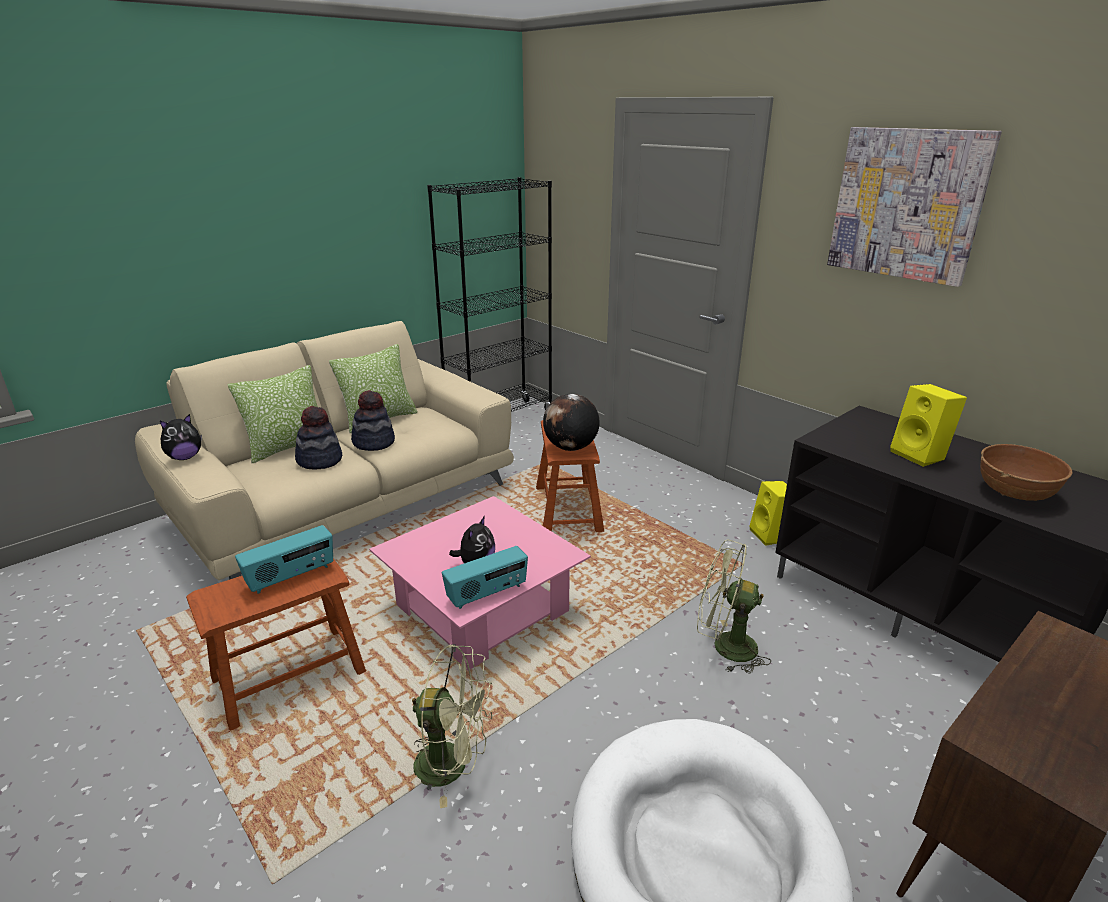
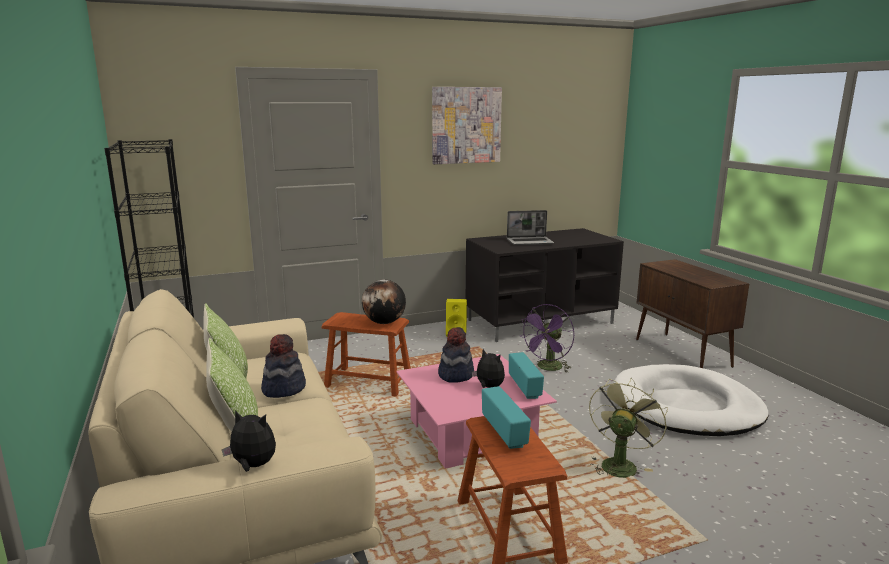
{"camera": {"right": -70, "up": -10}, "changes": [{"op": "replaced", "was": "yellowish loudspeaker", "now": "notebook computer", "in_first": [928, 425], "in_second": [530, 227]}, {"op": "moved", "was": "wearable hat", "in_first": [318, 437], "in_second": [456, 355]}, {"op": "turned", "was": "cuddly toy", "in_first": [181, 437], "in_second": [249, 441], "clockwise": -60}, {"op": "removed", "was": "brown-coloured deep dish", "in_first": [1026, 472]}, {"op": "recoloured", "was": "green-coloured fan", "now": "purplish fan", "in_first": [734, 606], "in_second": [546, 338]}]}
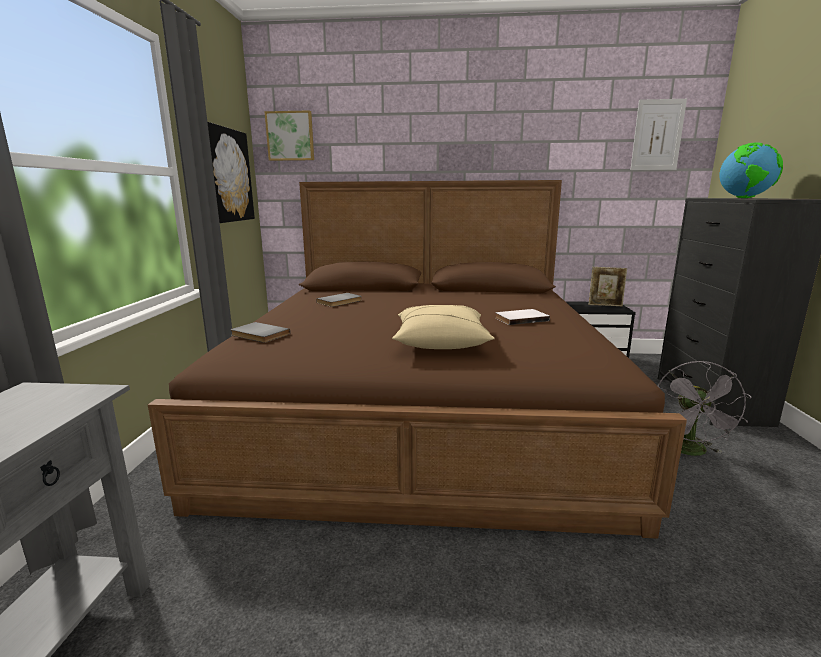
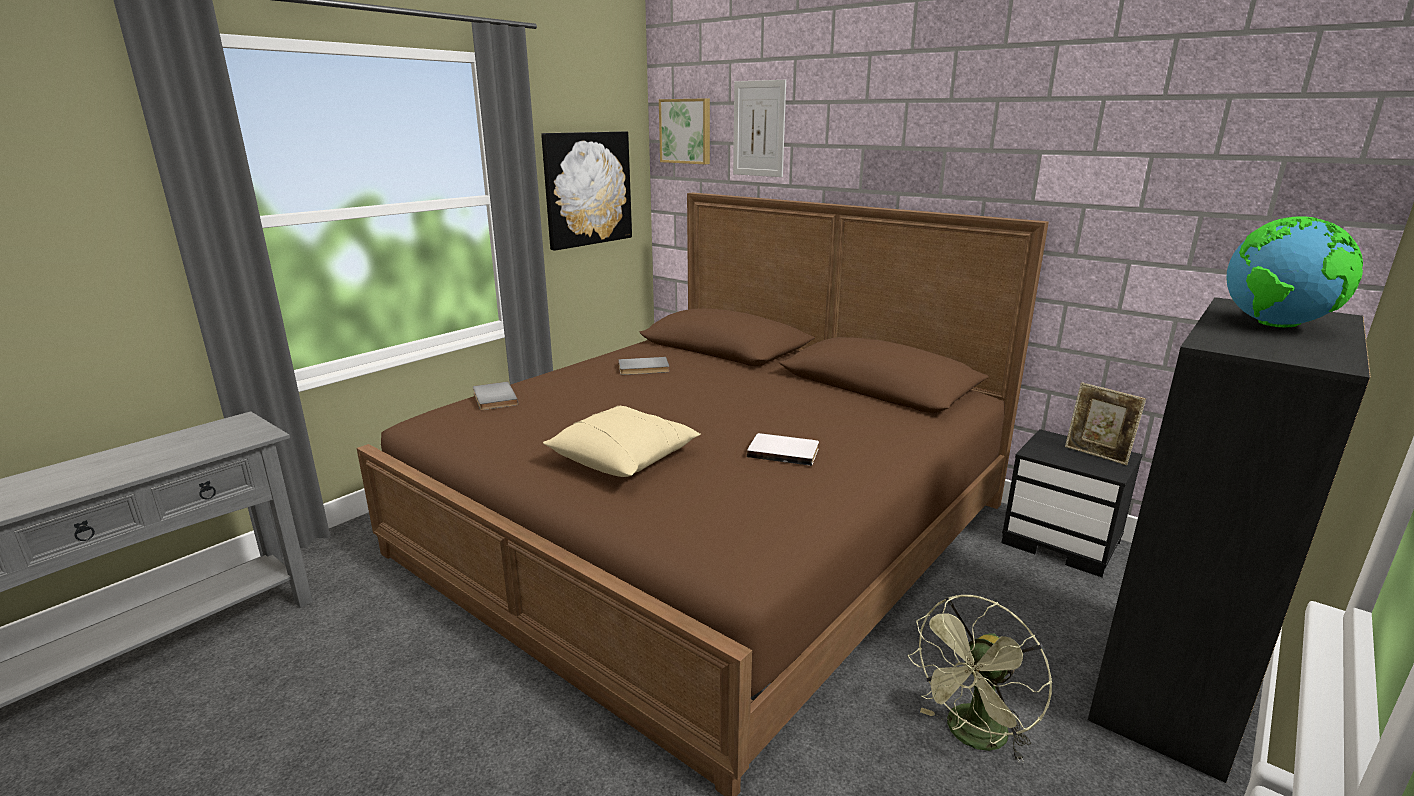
{"camera": {"right": 35, "up": 5}, "changes": [{"op": "moved", "was": "wall art", "in_first": [658, 134], "in_second": [759, 128]}, {"op": "recoloured", "was": "gray fan", "now": "green-coloured fan", "in_first": [704, 408], "in_second": [980, 679]}]}
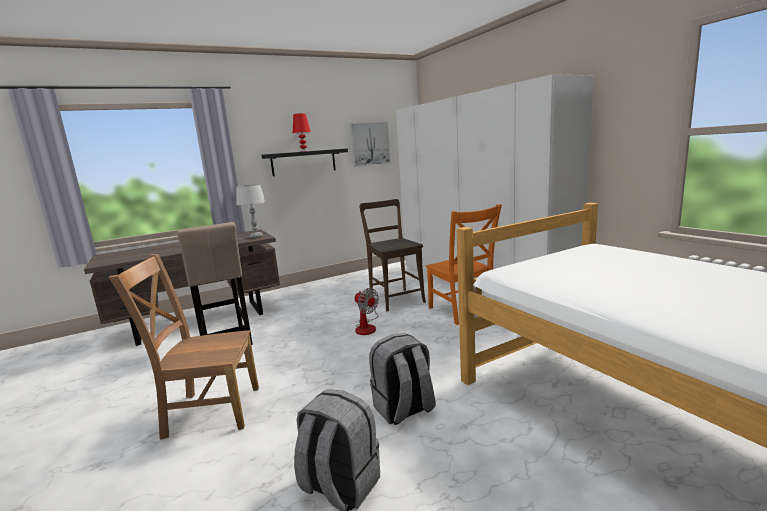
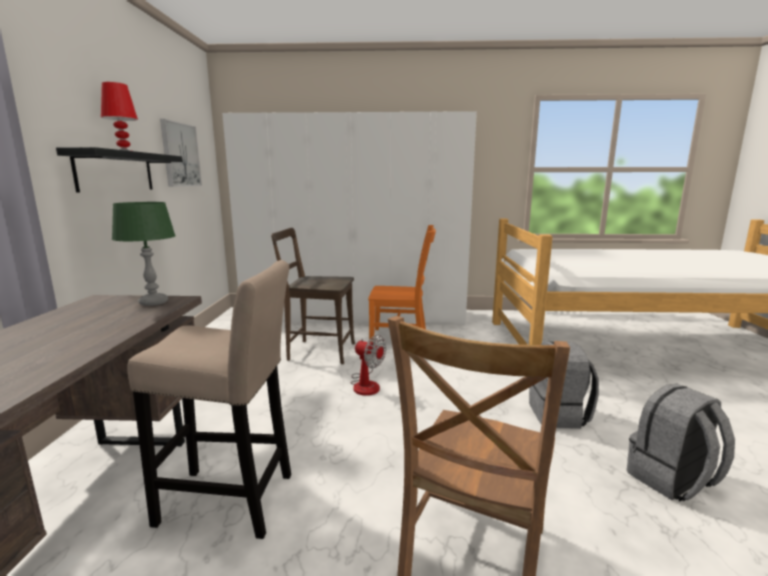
{"camera": {"right": -60, "up": 0}, "changes": [{"op": "recoloured", "was": "gray lamp for a table", "now": "green-coloured lamp for a table", "in_first": [251, 211], "in_second": [144, 254]}, {"op": "turned", "was": "fan", "in_first": [367, 311], "in_second": [368, 365], "clockwise": 45}]}
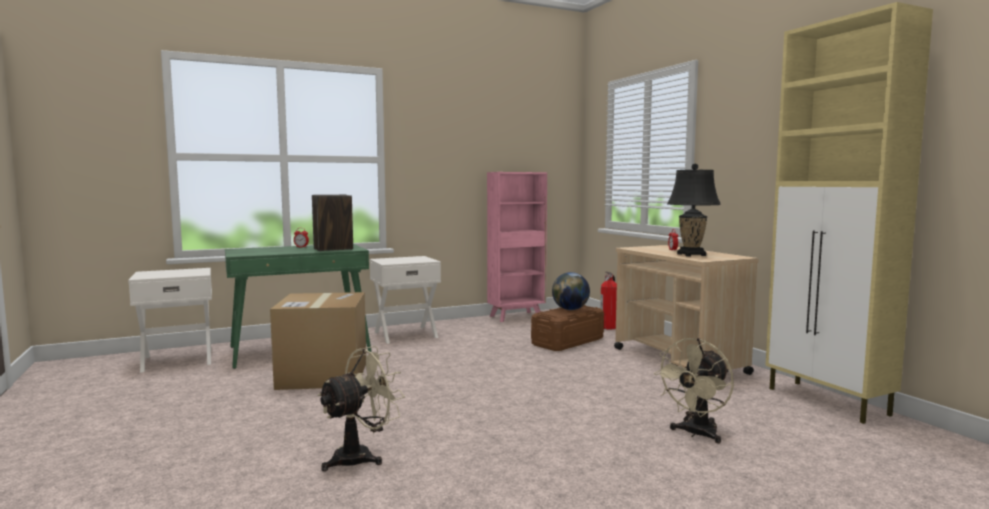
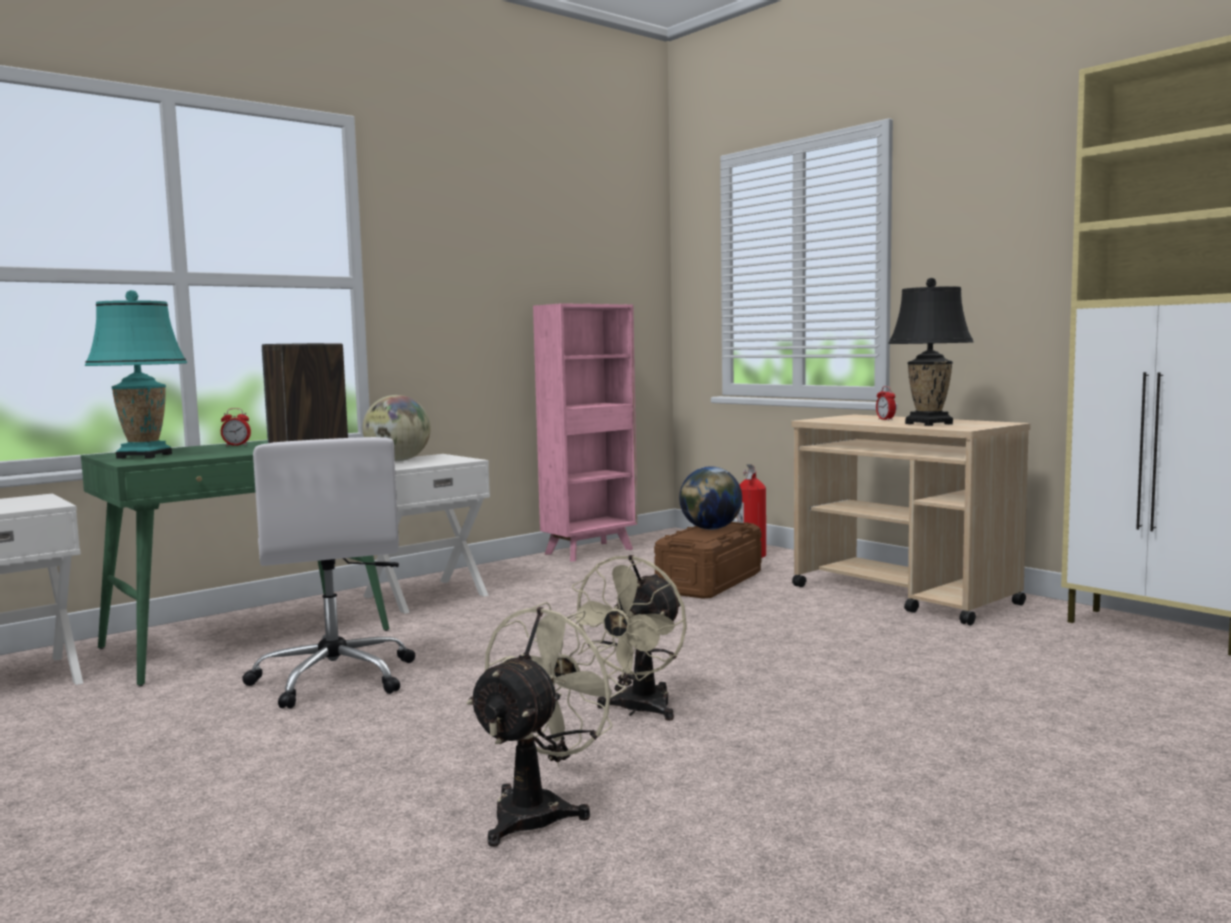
{"camera": {"right": -15, "up": 0}, "changes": [{"op": "replaced", "was": "carton", "now": "white computer chair", "in_first": [318, 341], "in_second": [328, 573]}, {"op": "moved", "was": "beige-coloured fan", "in_first": [694, 391], "in_second": [627, 638]}, {"op": "added", "now": "blue-green lamp for a table", "in_second": [136, 374]}, {"op": "added", "now": "world globe", "in_second": [397, 428]}]}
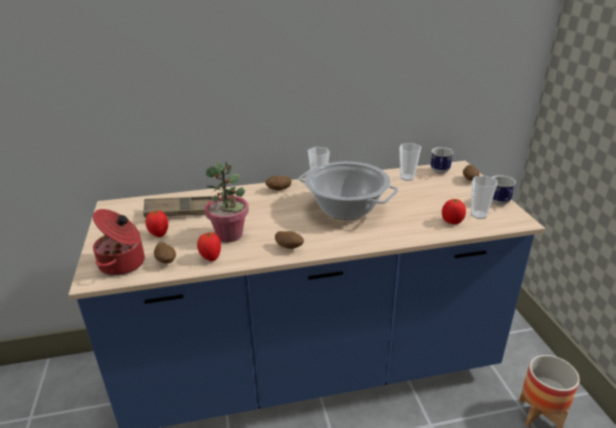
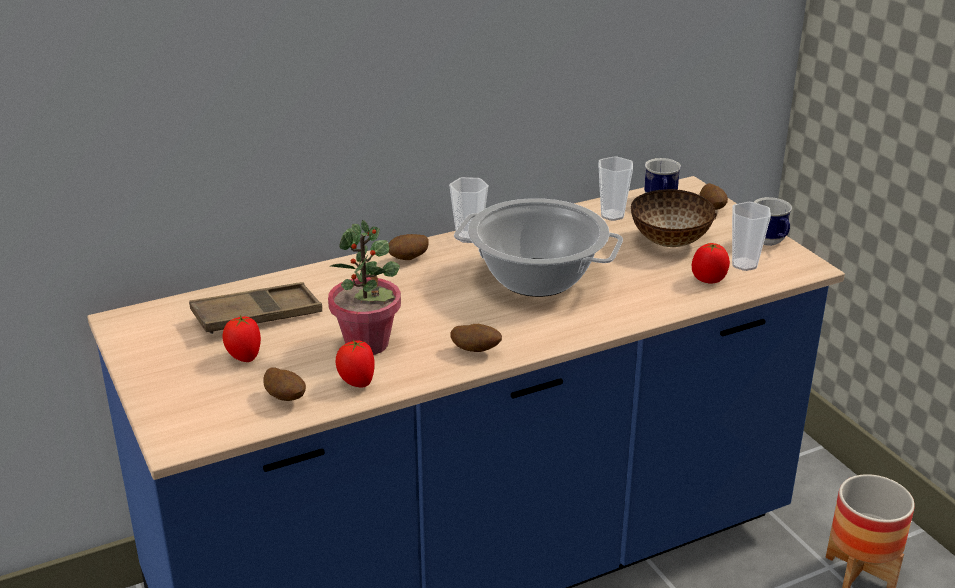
{"camera": {"right": -15, "up": 0}, "changes": [{"op": "removed", "was": "cooking pot", "in_first": [119, 242]}, {"op": "added", "now": "deep dish", "in_second": [673, 218]}]}
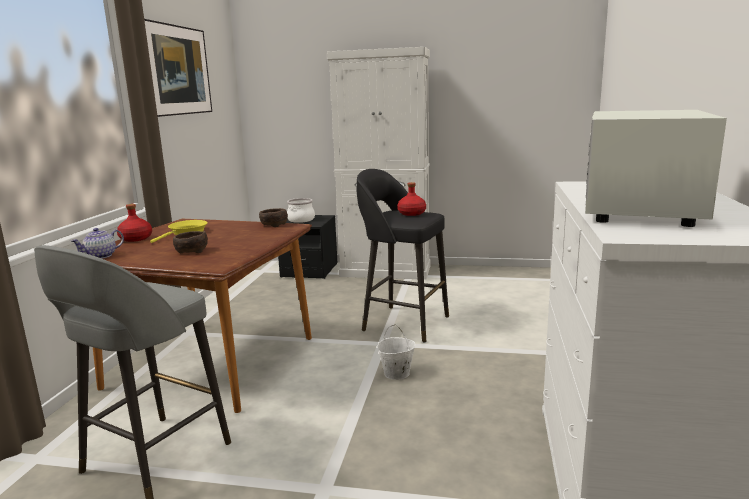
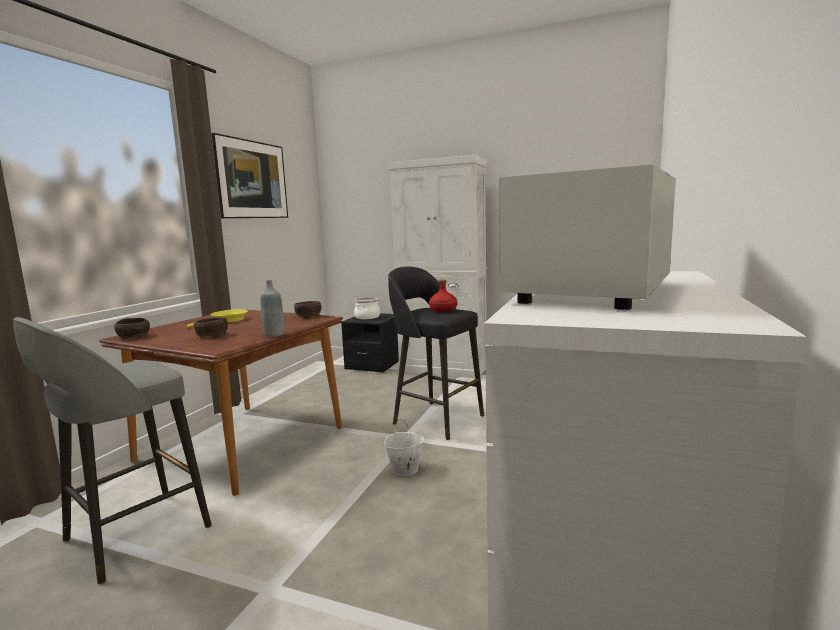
{"camera": {"right": 10, "up": -5}, "changes": [{"op": "removed", "was": "reddish bottle", "in_first": [134, 223]}, {"op": "replaced", "was": "teapot", "now": "brown-coloured deep dish", "in_first": [97, 243], "in_second": [132, 328]}, {"op": "added", "now": "gray bottle", "in_second": [272, 308]}]}
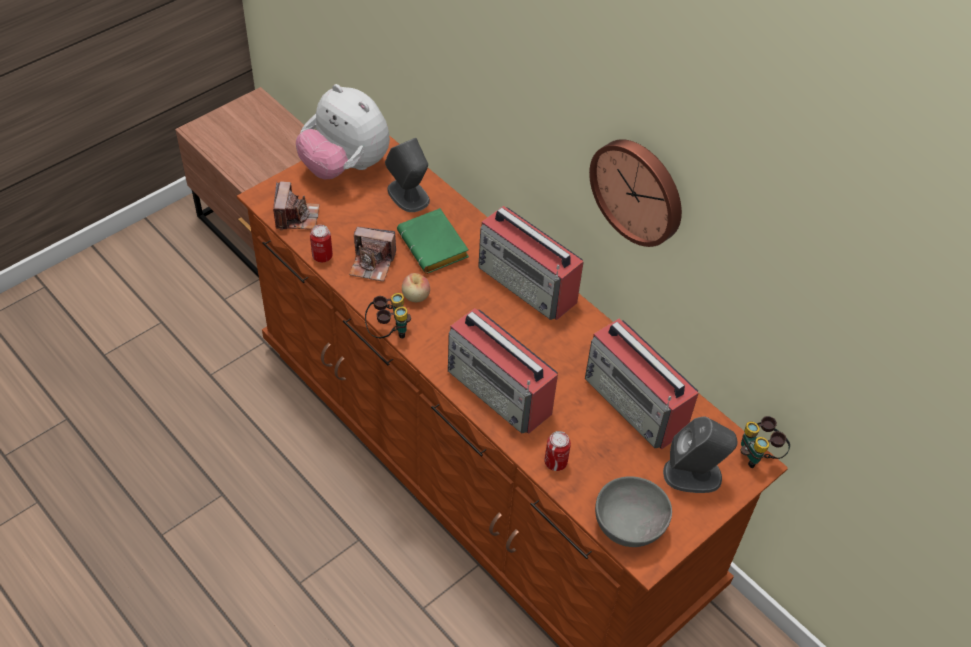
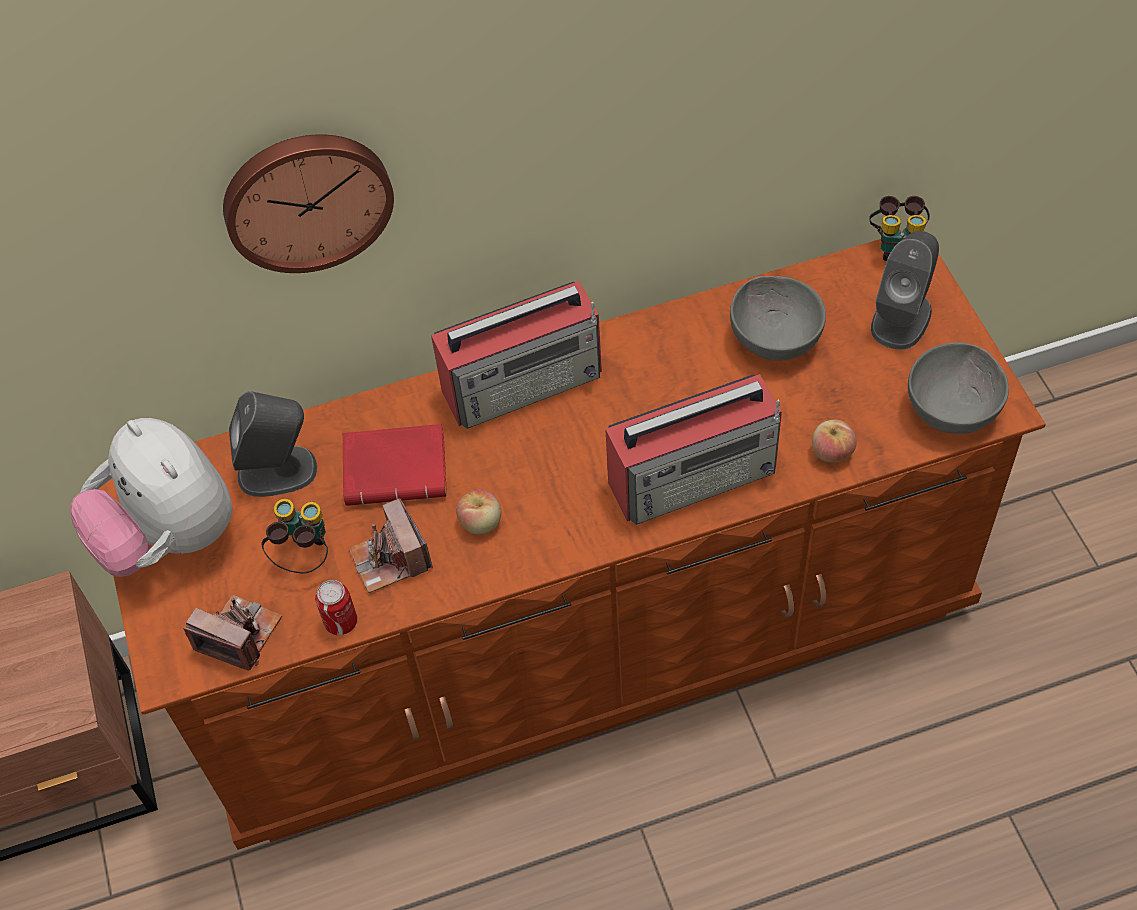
{"camera": {"right": -60, "up": 5}, "changes": [{"op": "turned", "was": "cuddly toy", "in_first": [343, 131], "in_second": [151, 497], "clockwise": 75}, {"op": "moved", "was": "wall clock", "in_first": [635, 193], "in_second": [308, 203]}, {"op": "recoloured", "was": "green-coloured book", "now": "reddish book", "in_first": [433, 241], "in_second": [395, 465]}, {"op": "turned", "was": "still camera", "in_first": [372, 254], "in_second": [391, 545], "clockwise": 120}, {"op": "moved", "was": "field glasses", "in_first": [388, 315], "in_second": [295, 536]}, {"op": "replaced", "was": "radio set", "now": "gray deep dish", "in_first": [642, 384], "in_second": [778, 318]}, {"op": "replaced", "was": "sealed can", "now": "whole apple", "in_first": [557, 451], "in_second": [834, 441]}]}
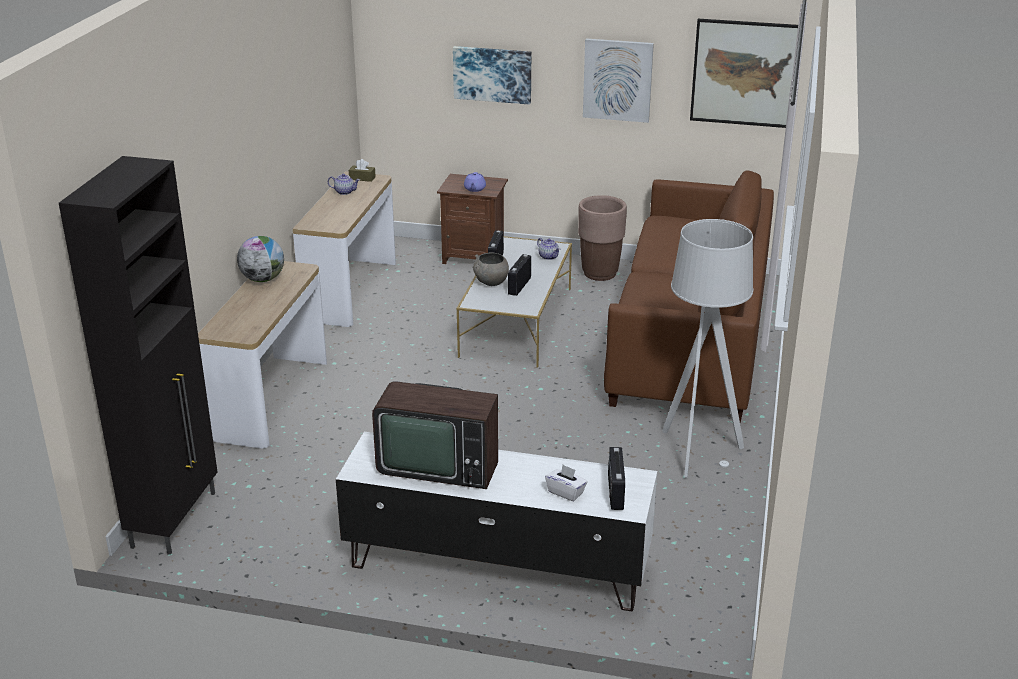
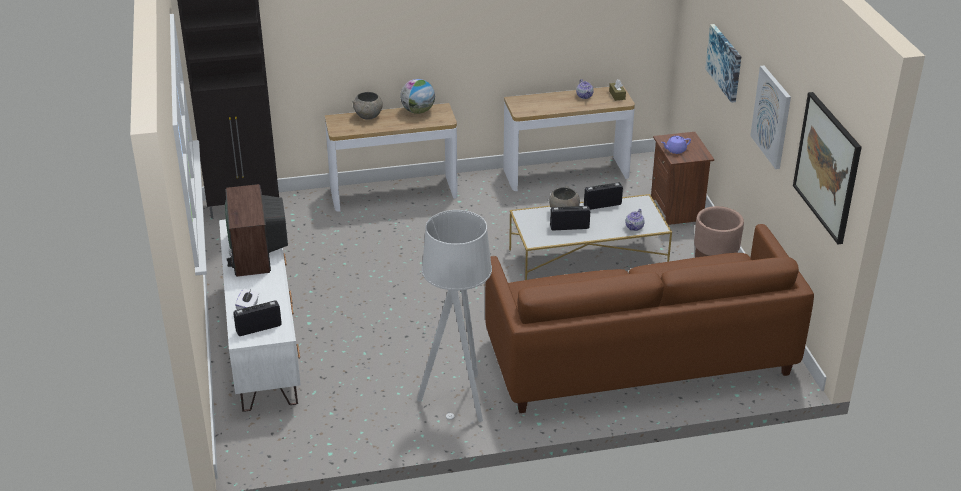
{"camera": {"right": 65, "up": 5}, "changes": [{"op": "added", "now": "gray deep dish", "in_second": [367, 105]}]}
